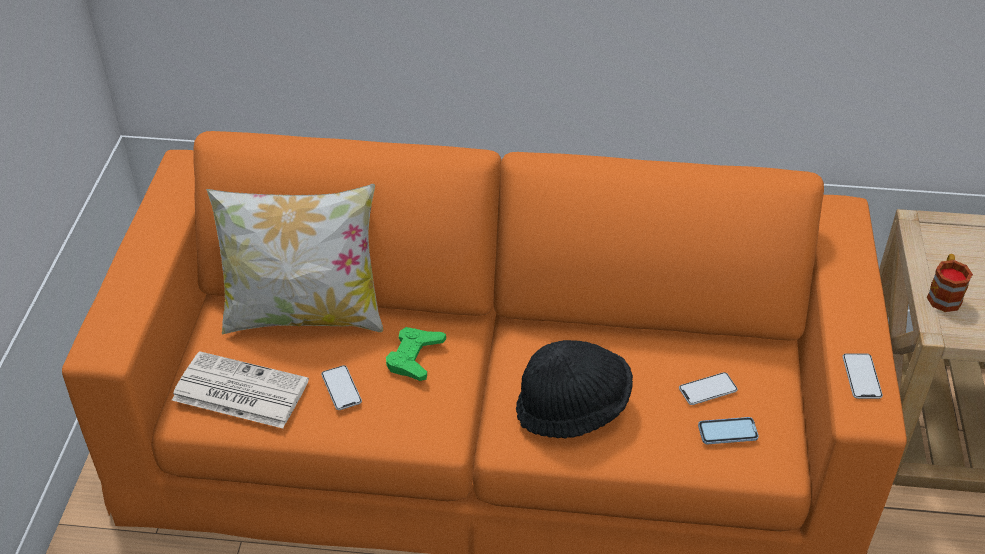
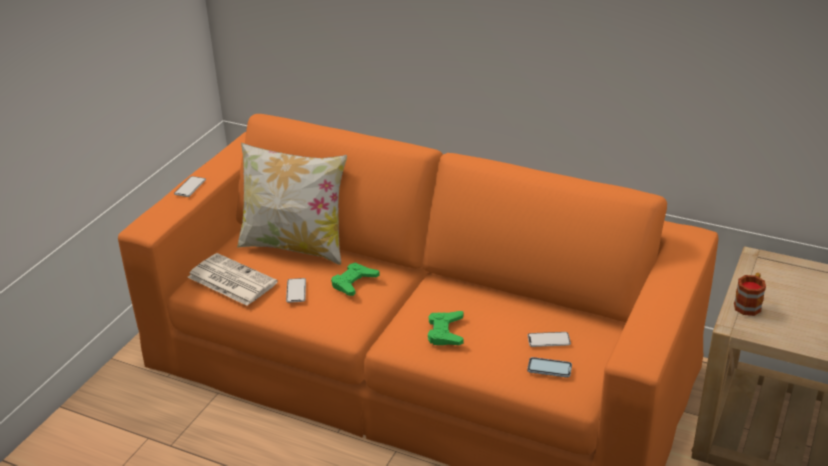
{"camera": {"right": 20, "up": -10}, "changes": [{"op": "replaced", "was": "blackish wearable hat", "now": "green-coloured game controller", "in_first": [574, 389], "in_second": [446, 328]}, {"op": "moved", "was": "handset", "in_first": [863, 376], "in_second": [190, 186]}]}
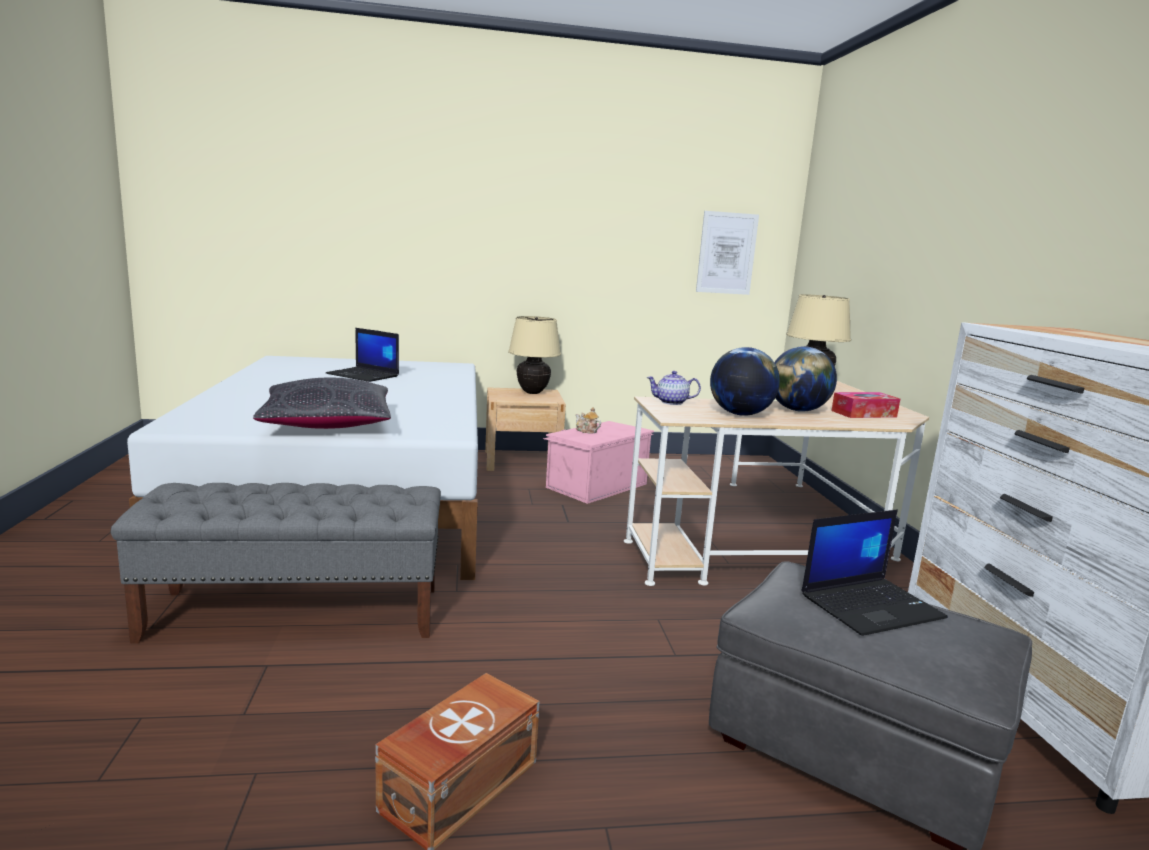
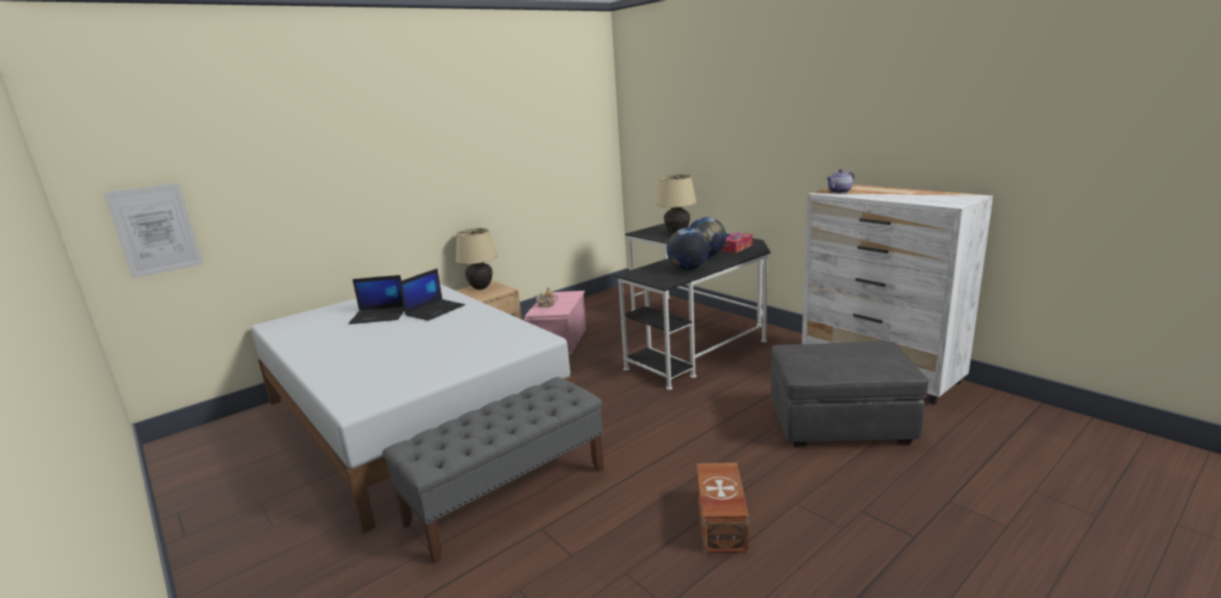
{"camera": {"right": -30, "up": 5}, "changes": [{"op": "moved", "was": "wall art", "in_first": [727, 253], "in_second": [153, 231]}, {"op": "moved", "was": "teapot", "in_first": [673, 388], "in_second": [840, 181]}, {"op": "removed", "was": "blackish throw pillow", "in_first": [322, 403]}, {"op": "recoloured", "was": "beige-coloured desk unit", "now": "blackish desk unit", "in_first": [776, 483], "in_second": [692, 306]}, {"op": "moved", "was": "notebook computer", "in_first": [874, 572], "in_second": [432, 295]}]}
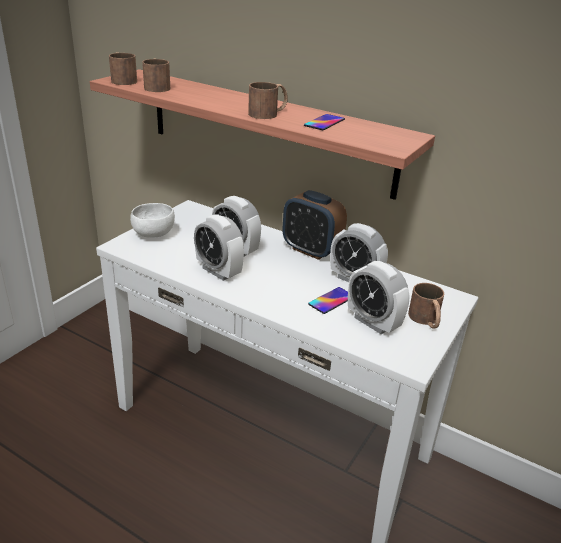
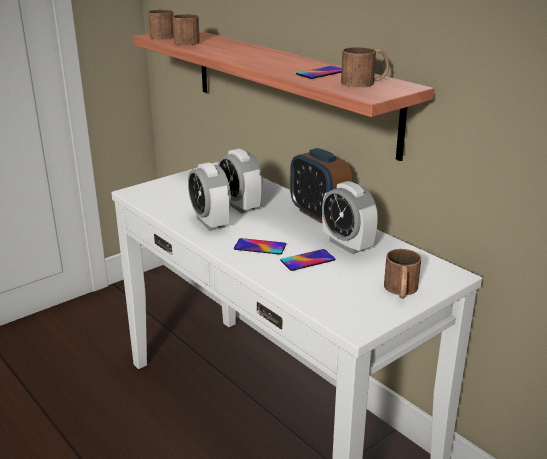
{"camera": {"right": 20, "up": -5}, "changes": [{"op": "moved", "was": "brown-coloured tea mug", "in_first": [268, 100], "in_second": [365, 67]}, {"op": "removed", "was": "white deep dish", "in_first": [152, 220]}, {"op": "removed", "was": "bedside clock", "in_first": [379, 297]}, {"op": "added", "now": "handset", "in_second": [260, 246]}]}
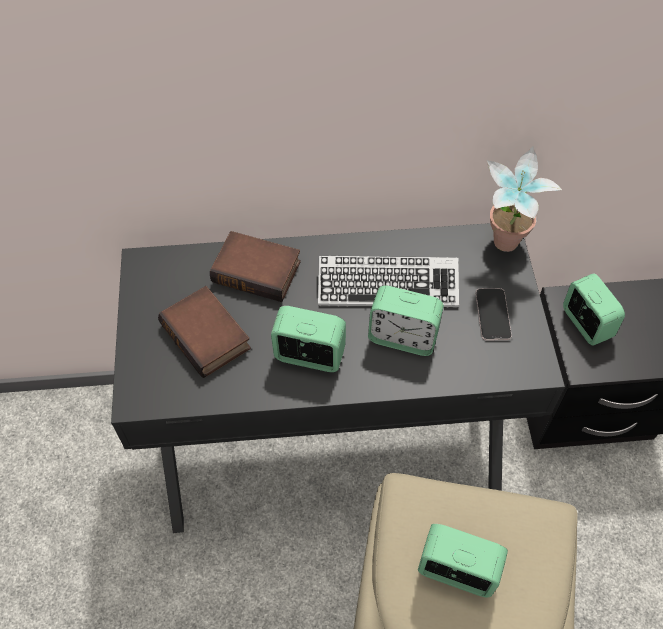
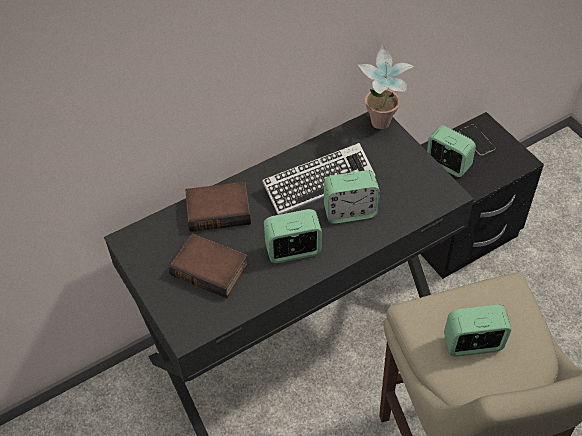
{"camera": {"right": -25, "up": -5}, "changes": [{"op": "moved", "was": "handset", "in_first": [493, 314], "in_second": [477, 140]}]}
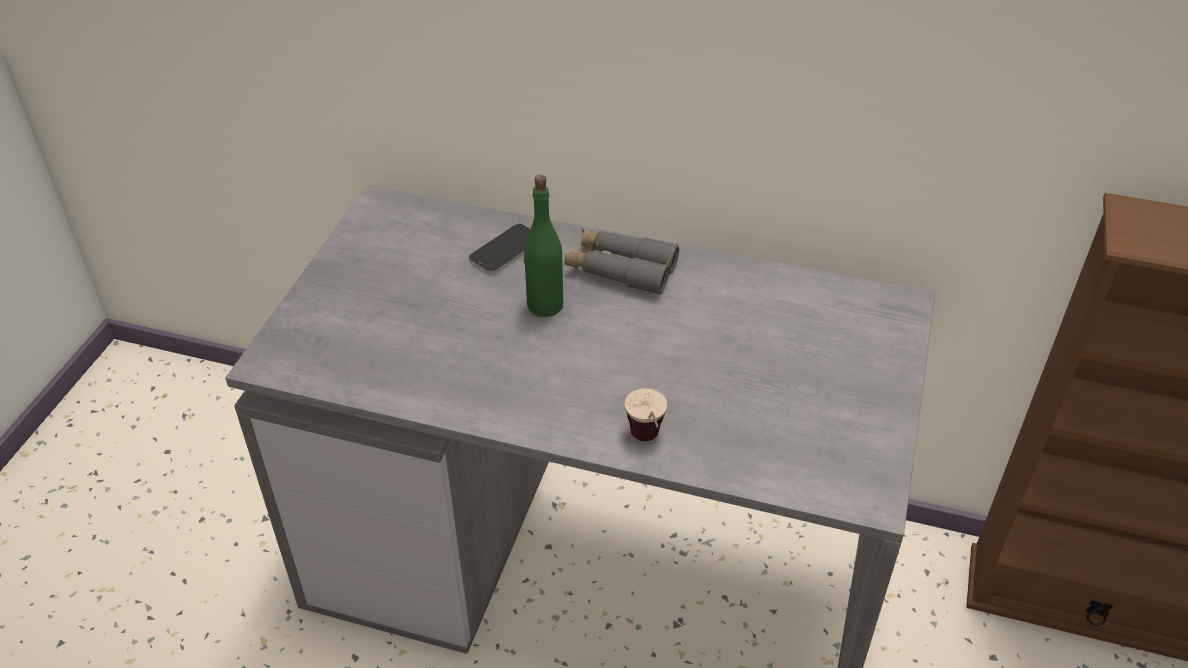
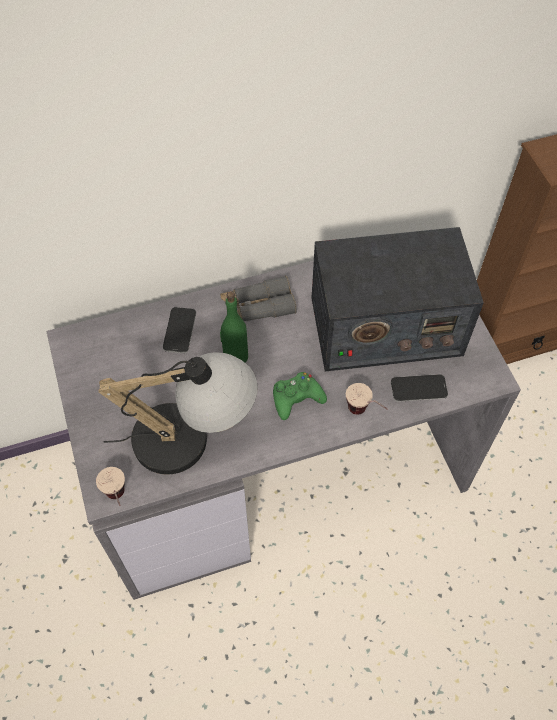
{"camera": {"right": -35, "up": 15}, "changes": [{"op": "added", "now": "radio set", "in_second": [397, 299]}, {"op": "added", "now": "lamp for a table", "in_second": [178, 413]}, {"op": "added", "now": "green-coloured game controller", "in_second": [300, 396]}, {"op": "added", "now": "handset", "in_second": [419, 388]}, {"op": "added", "now": "cup", "in_second": [110, 486]}]}
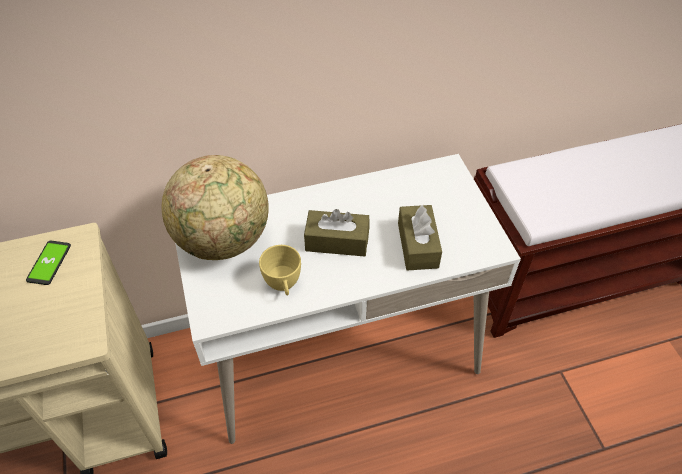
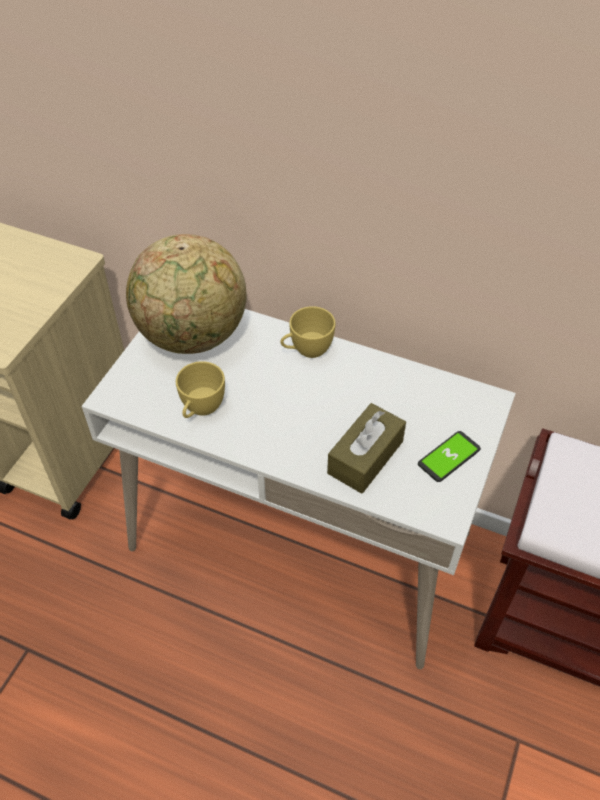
{"camera": {"right": 40, "up": 0}, "changes": [{"op": "removed", "was": "brown-coloured tissue holder", "in_first": [337, 233]}, {"op": "moved", "was": "handset", "in_first": [48, 263], "in_second": [449, 456]}, {"op": "added", "now": "yellowish cup", "in_second": [307, 332]}]}
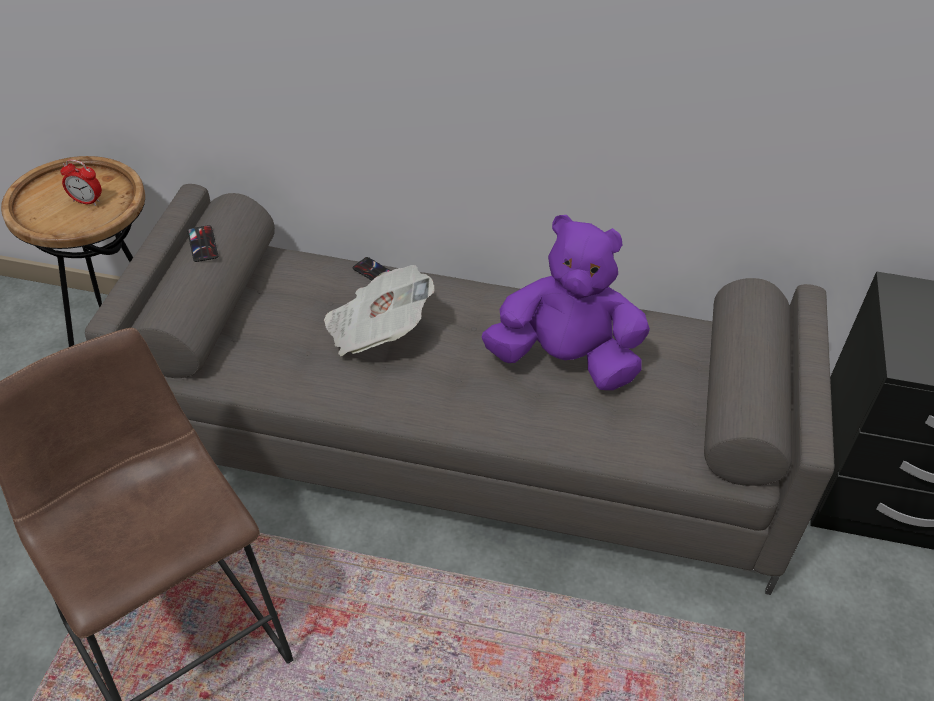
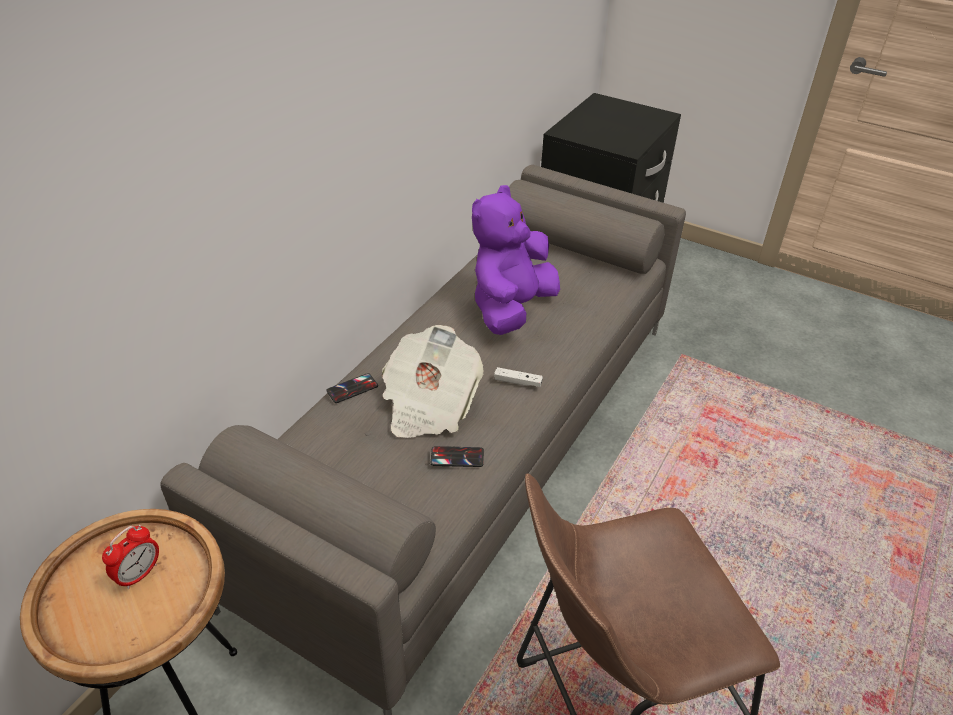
{"camera": {"right": -70, "up": -5}, "changes": [{"op": "moved", "was": "handset", "in_first": [202, 243], "in_second": [457, 456]}, {"op": "added", "now": "white game controller", "in_second": [518, 377]}]}
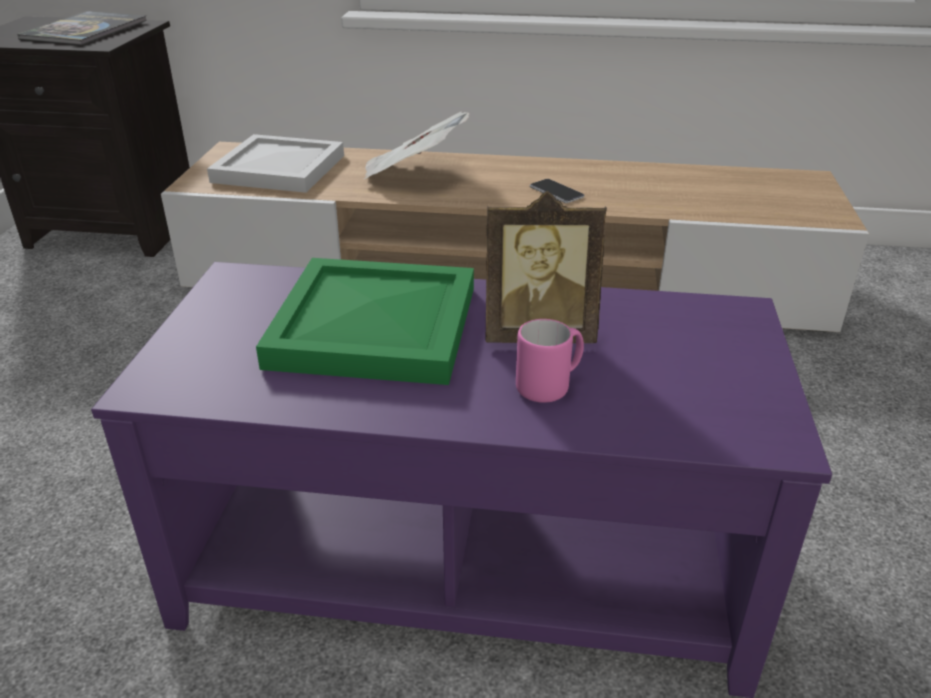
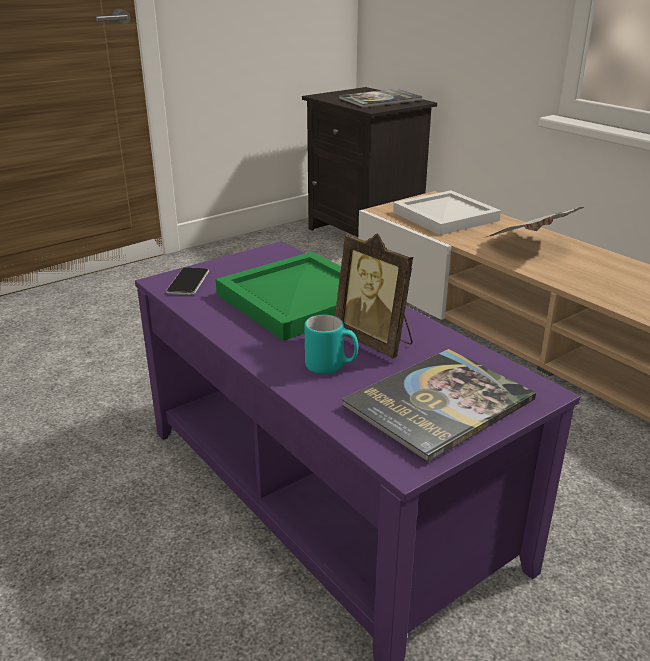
{"camera": {"right": 45, "up": -5}, "changes": [{"op": "moved", "was": "handset", "in_first": [557, 191], "in_second": [187, 281]}, {"op": "recoloured", "was": "pink-coloured tea mug", "now": "blue-green tea mug", "in_first": [550, 361], "in_second": [331, 344]}, {"op": "added", "now": "book", "in_second": [438, 406]}]}
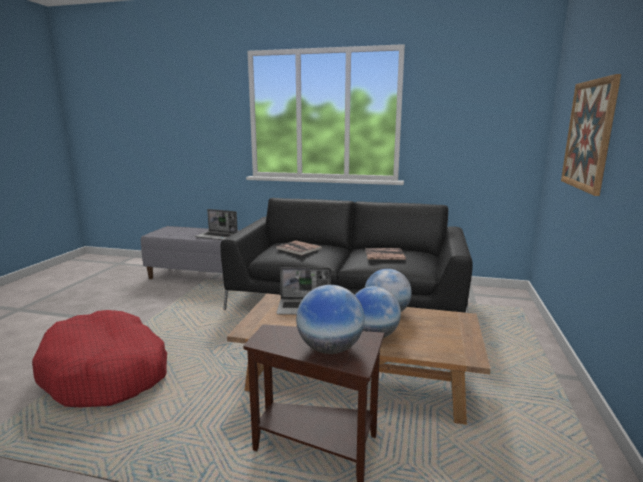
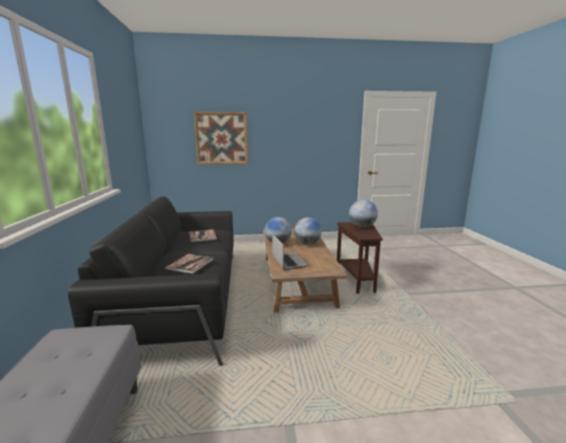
{"camera": {"right": -110, "up": 0}, "changes": [{"op": "removed", "was": "notebook computer", "in_first": [216, 224]}, {"op": "removed", "was": "reddish dog cushion", "in_first": [99, 359]}]}
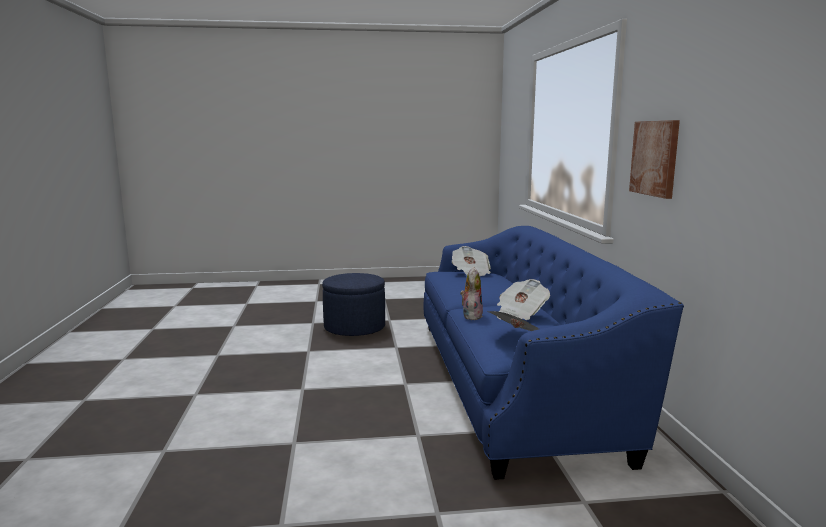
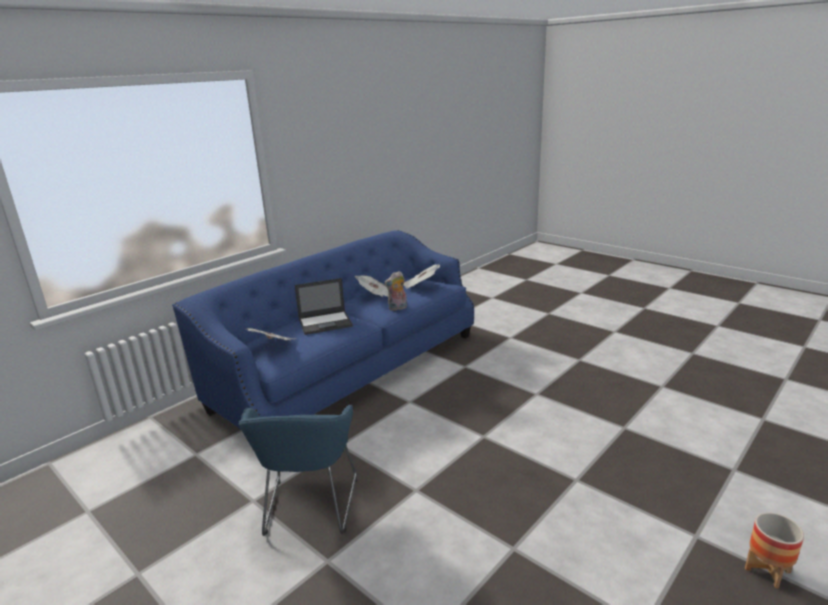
{"camera": {"right": -130, "up": 10}, "changes": [{"op": "removed", "was": "wall art", "in_first": [654, 159]}, {"op": "replaced", "was": "bluish pouffe", "now": "bluish lounge chair", "in_first": [353, 304], "in_second": [298, 470]}, {"op": "added", "now": "notebook computer", "in_second": [323, 306]}, {"op": "added", "now": "plant pot", "in_second": [774, 550]}]}
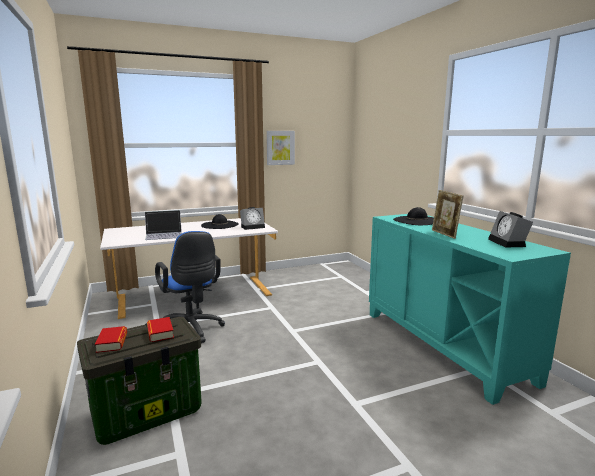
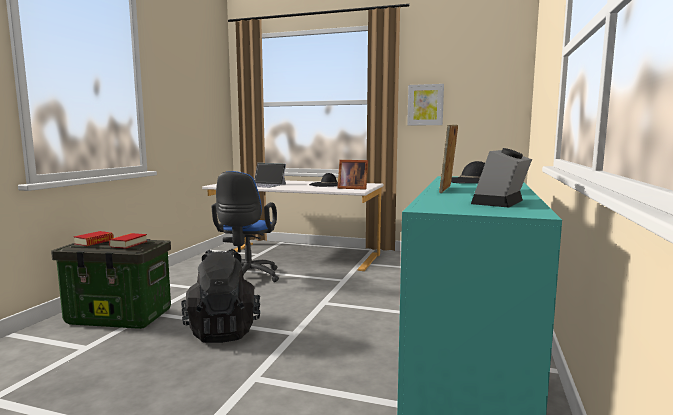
{"camera": {"right": 40, "up": -5}, "changes": [{"op": "replaced", "was": "bedside clock", "now": "photo frame", "in_first": [252, 218], "in_second": [352, 175]}, {"op": "added", "now": "blackish knapsack", "in_second": [221, 296]}]}
